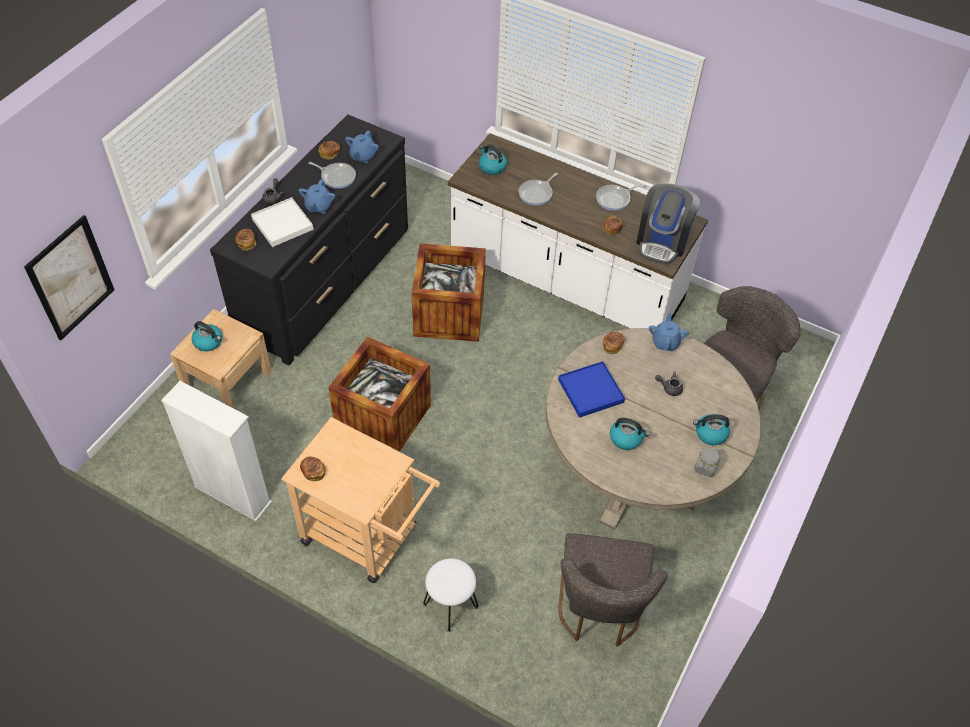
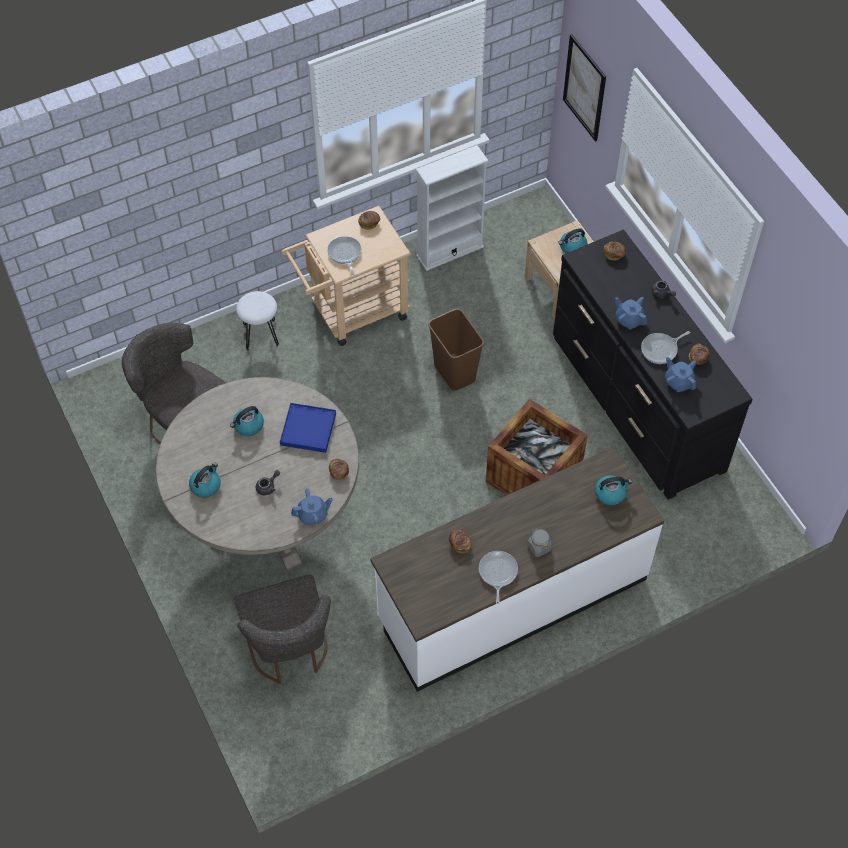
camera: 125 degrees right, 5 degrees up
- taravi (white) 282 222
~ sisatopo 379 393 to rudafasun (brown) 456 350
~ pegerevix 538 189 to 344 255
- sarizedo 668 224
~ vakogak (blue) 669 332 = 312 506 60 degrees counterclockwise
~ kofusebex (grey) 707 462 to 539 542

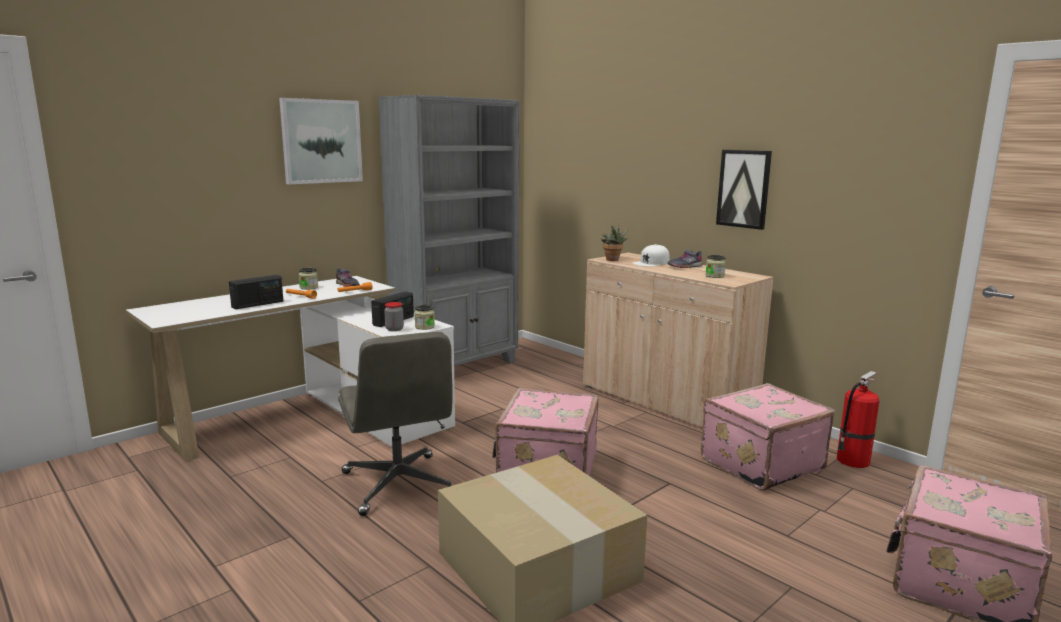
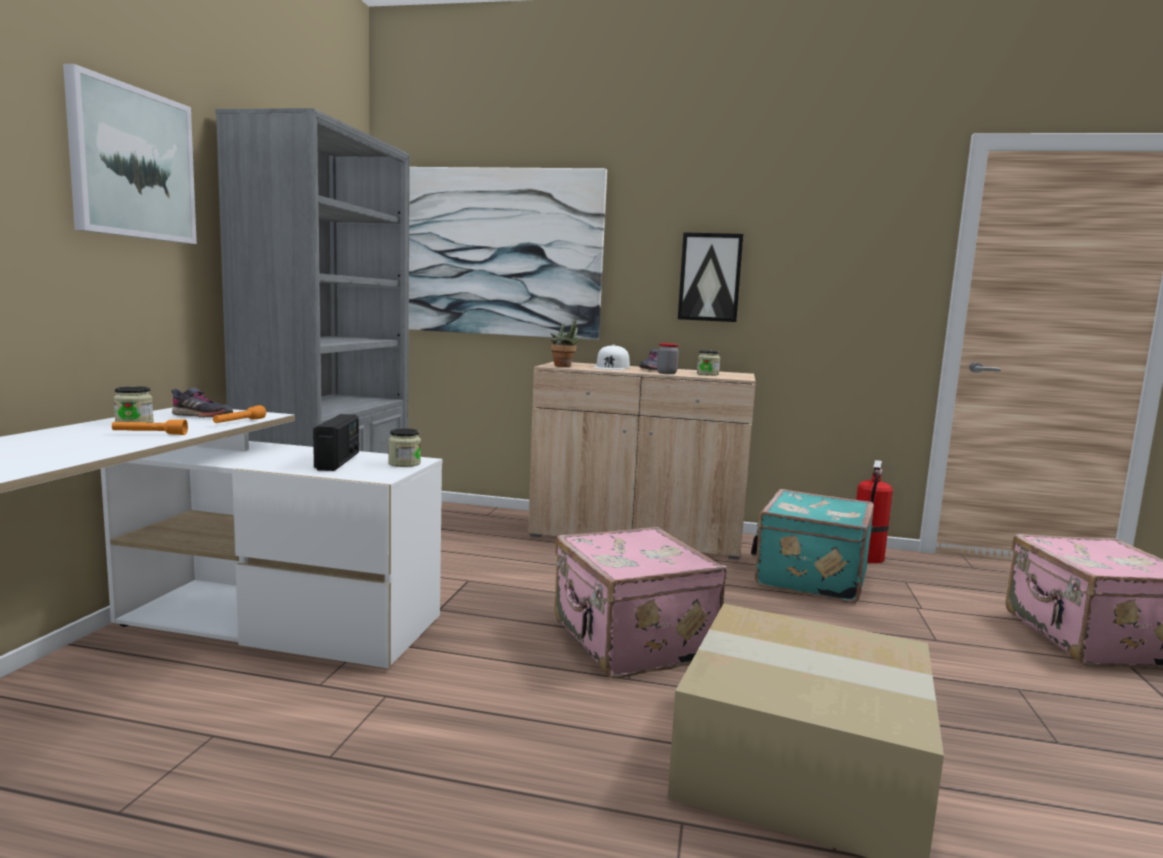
camera: 35 degrees left, 5 degrees down
- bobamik 256 292
- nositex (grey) 395 424
~ kofusebex 394 316 to 668 358
~ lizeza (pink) 768 437 to lizeza (turquoise) 812 546
+ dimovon 508 253

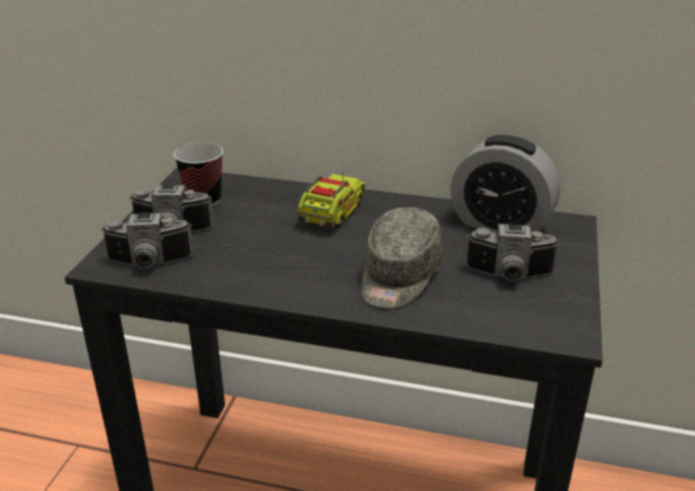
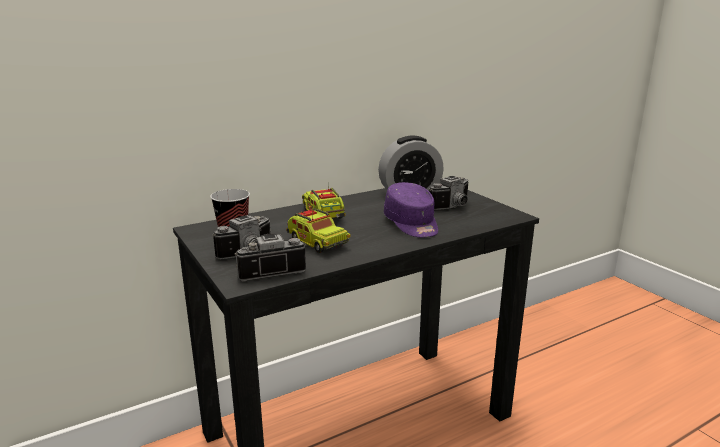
camera: 45 degrees left, 10 degrees down
~ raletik 147 240 = 270 258 150 degrees counterclockwise
~ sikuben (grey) 401 258 to sikuben (purple) 411 209
+ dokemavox 318 230

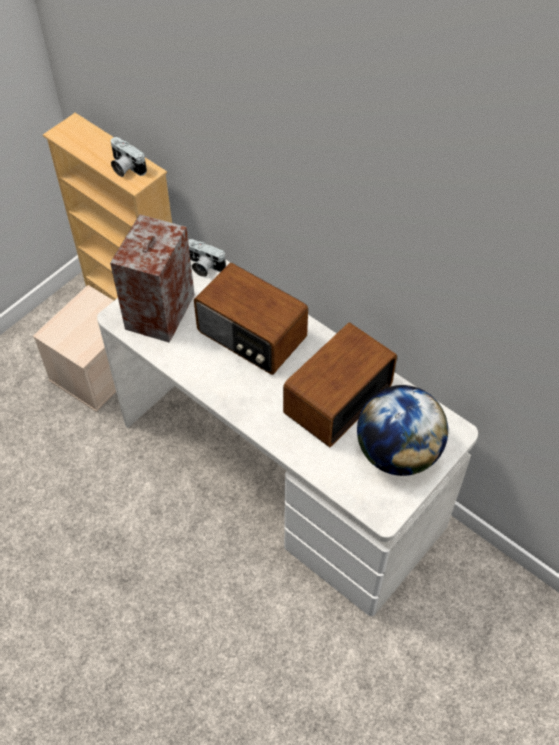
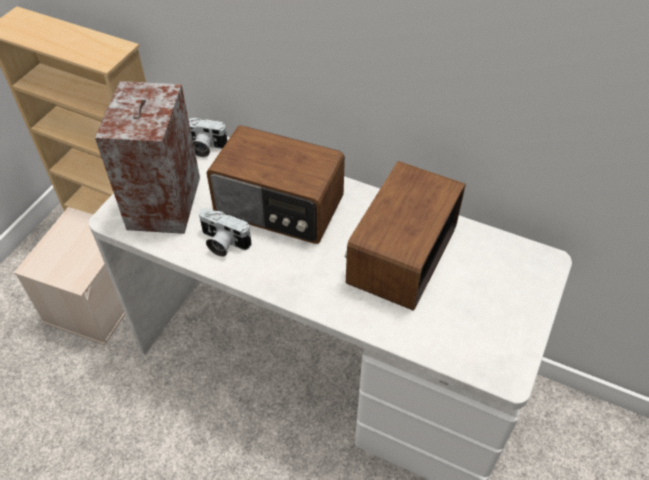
camera: 15 degrees left, 5 degrees down
~ raletik 129 157 to 225 232
- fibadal 402 430

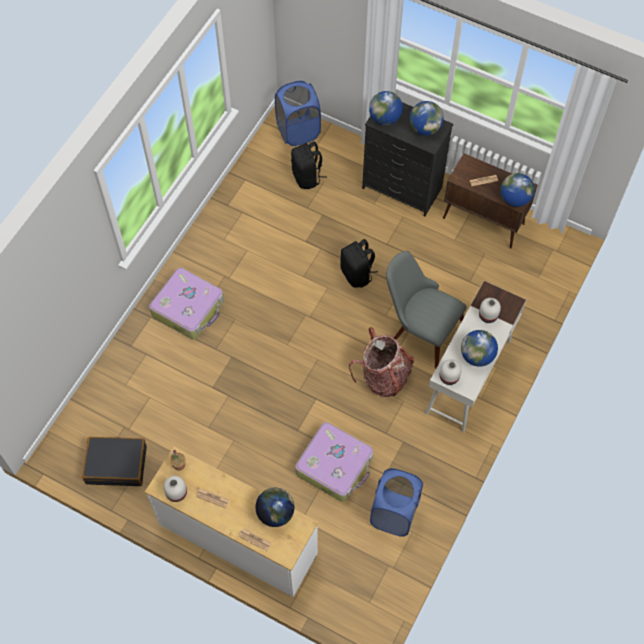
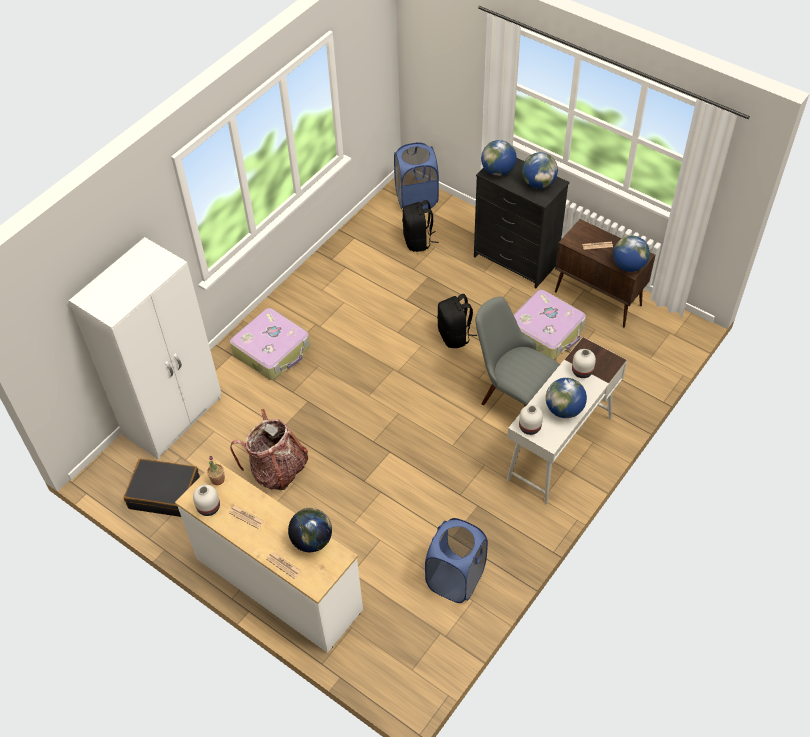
camera: 10 degrees right, 10 degrees down
~ lizeza 334 462 to 550 324
~ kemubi 381 362 to 269 449
+ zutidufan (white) 145 348

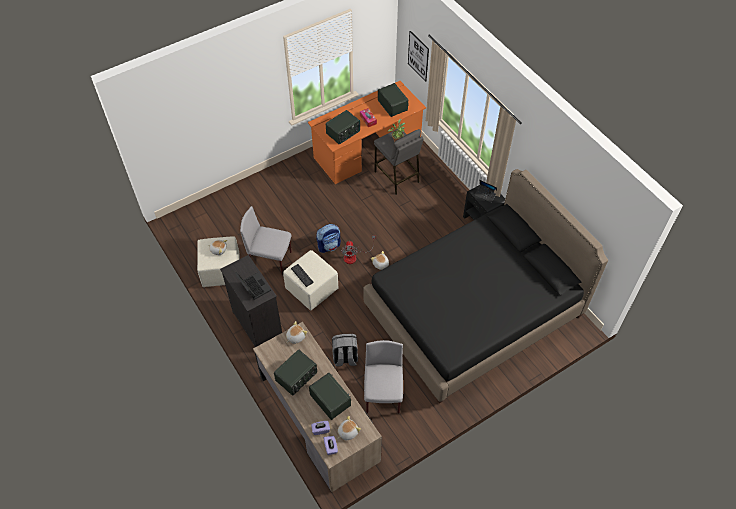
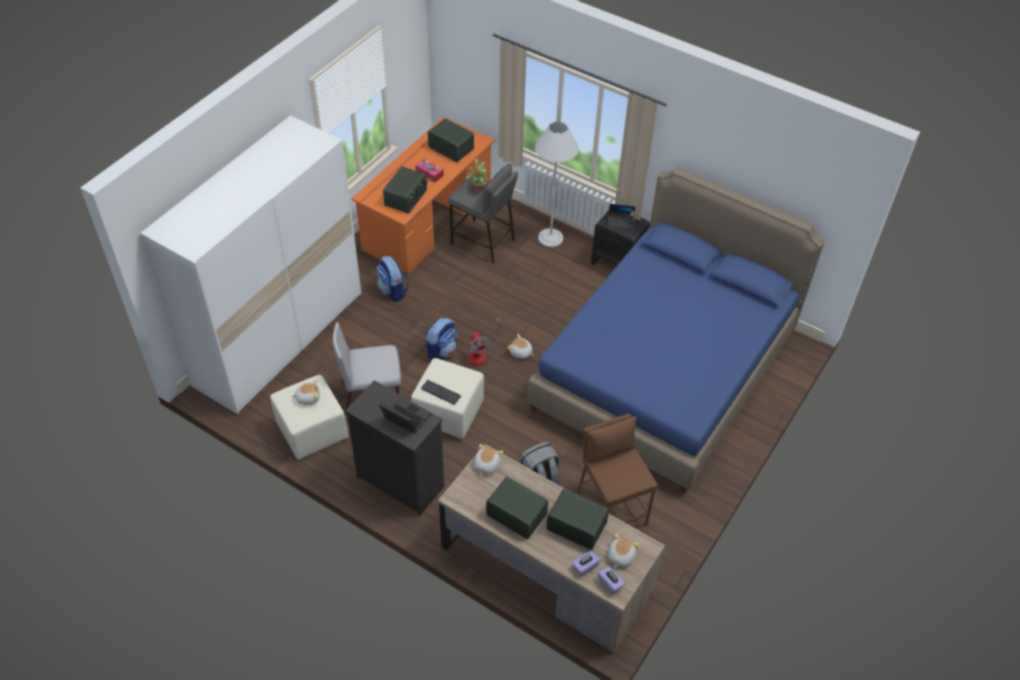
camera: 25 degrees left, 5 degrees down
~ bobamik 295 372 = 517 508 75 degrees counterclockwise
~ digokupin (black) 485 286 to digokupin (blue) 676 330
~ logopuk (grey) 383 377 to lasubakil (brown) 617 470
- dimovon 418 56
+ zutidufan (white) 251 264
+ kemubi 392 279
+ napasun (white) 557 184

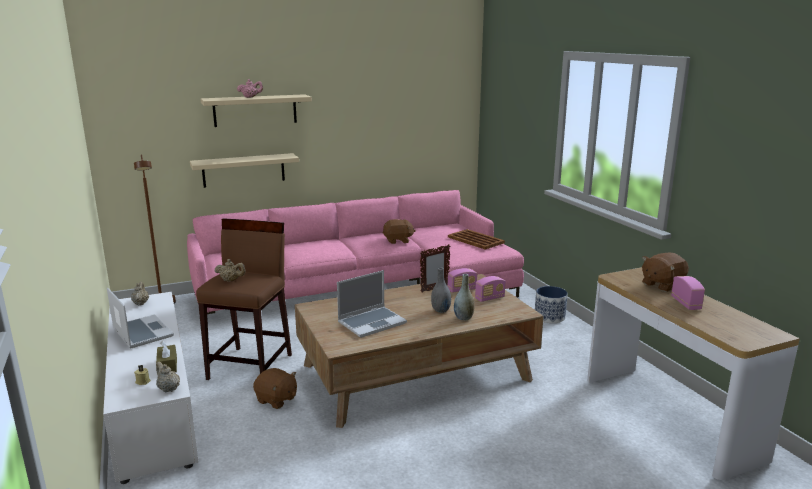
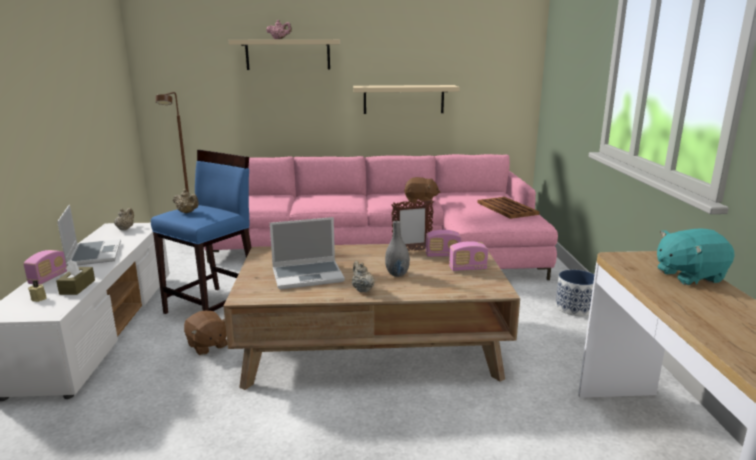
camera: 20 degrees right, 0 degrees up
~ vakogak (beige) 168 377 to 363 276
~ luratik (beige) 244 170 to 406 99
~ lasubakil (brown) 244 299 to lasubakil (blue) 201 232
- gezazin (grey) 464 297
~ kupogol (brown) 665 272 to kupogol (turquoise) 696 256
~ bobamik 688 293 to 45 267

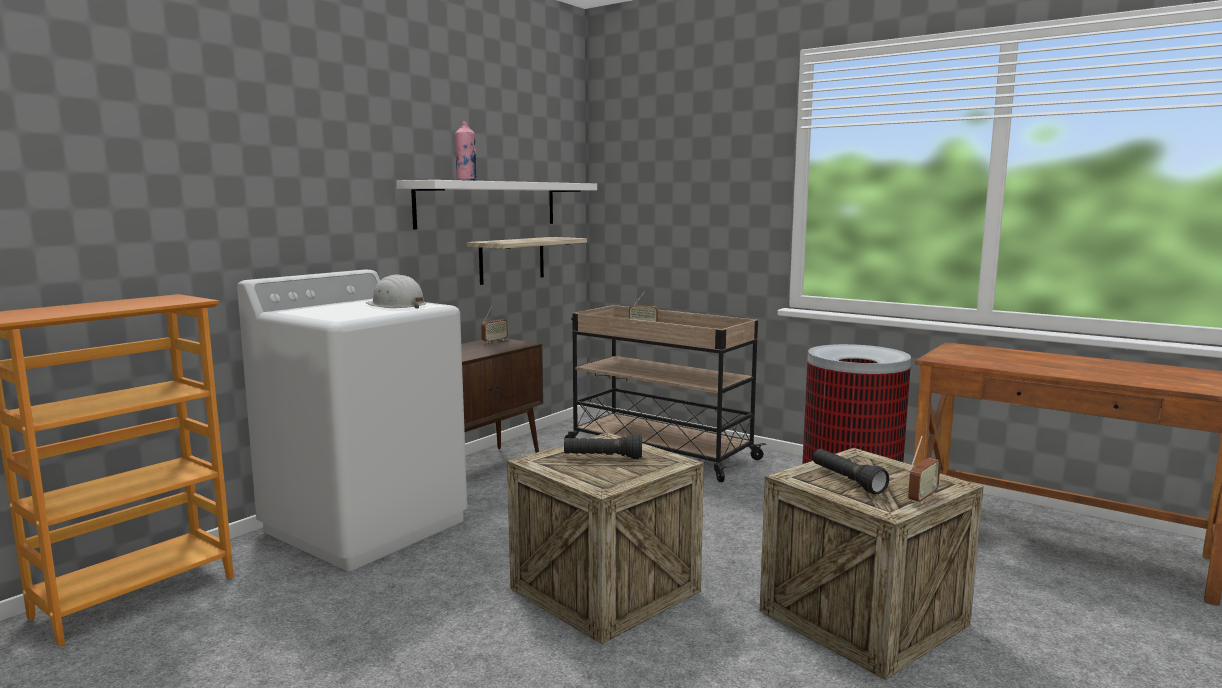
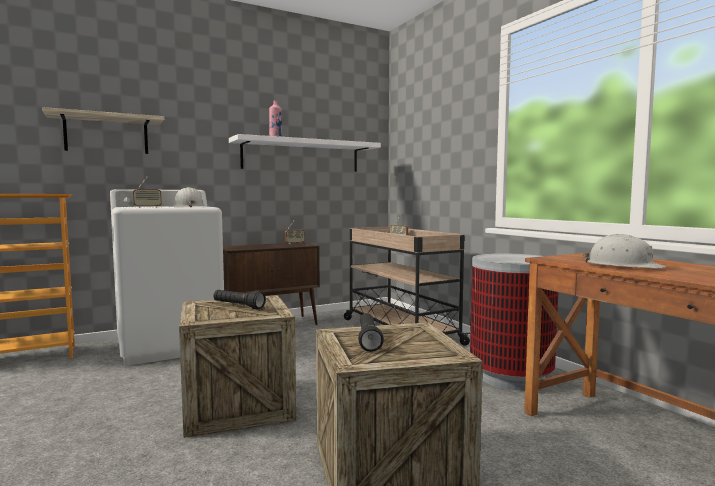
camera: 25 degrees right, 5 degrees down
~ luratik 527 261 to 103 130
~ bobamik 924 470 to 147 192
+ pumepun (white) 624 251

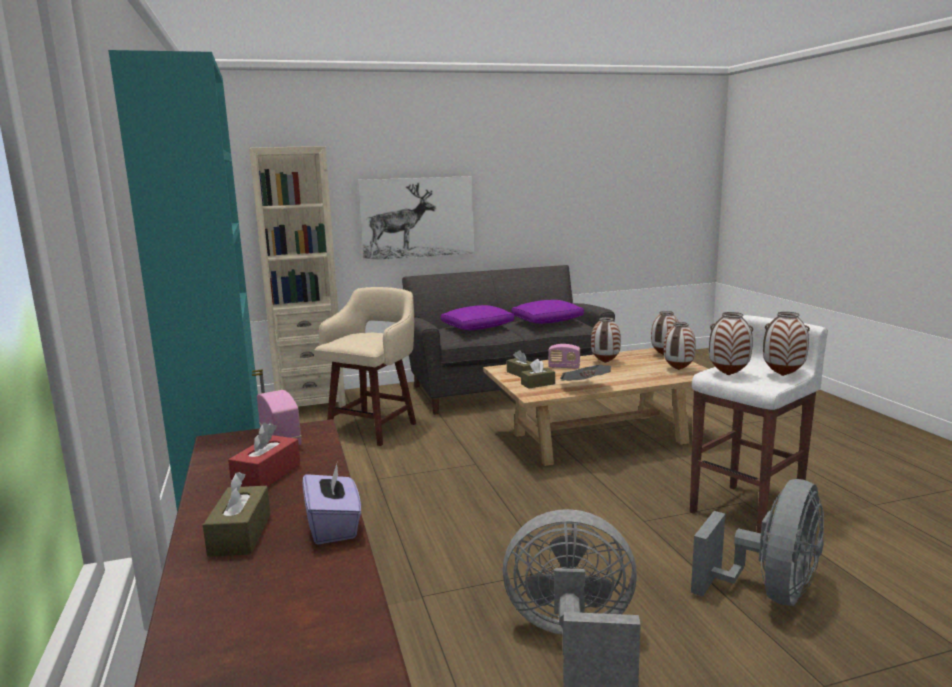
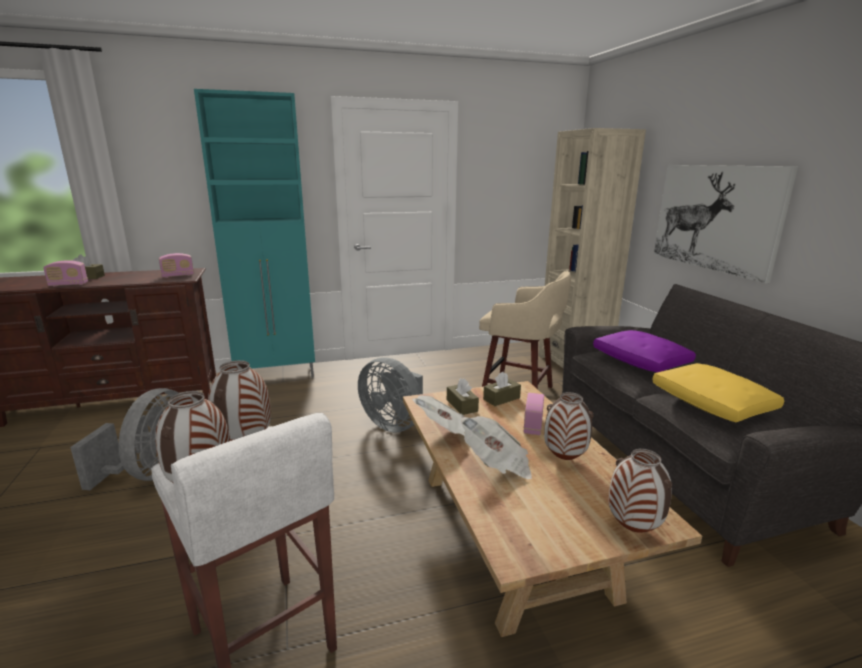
camera: 90 degrees right, 5 degrees up
- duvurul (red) 264 455
~ duvurul (purple) 331 504 to bobamik 65 273
~ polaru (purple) 548 312 to polaru (yellow) 718 392
- gezazin 680 346
~ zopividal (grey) 757 542 to 390 395
+ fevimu 496 447

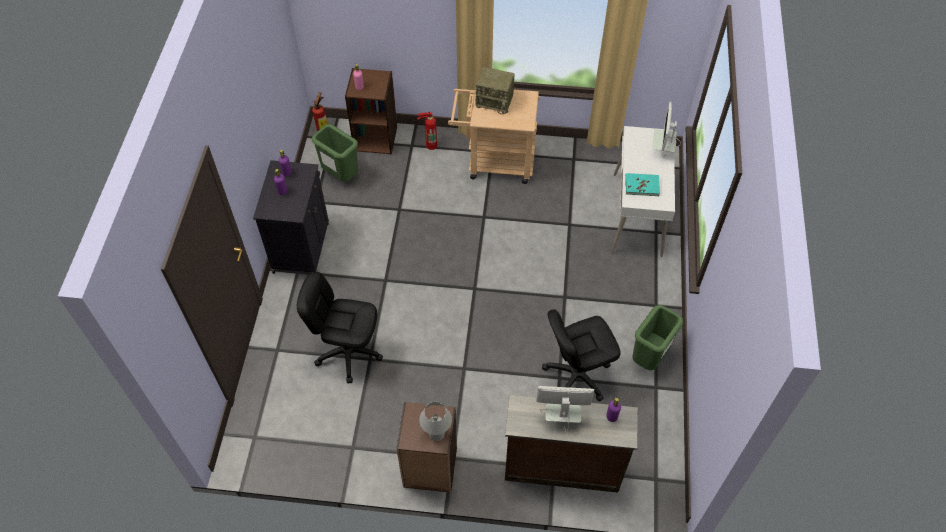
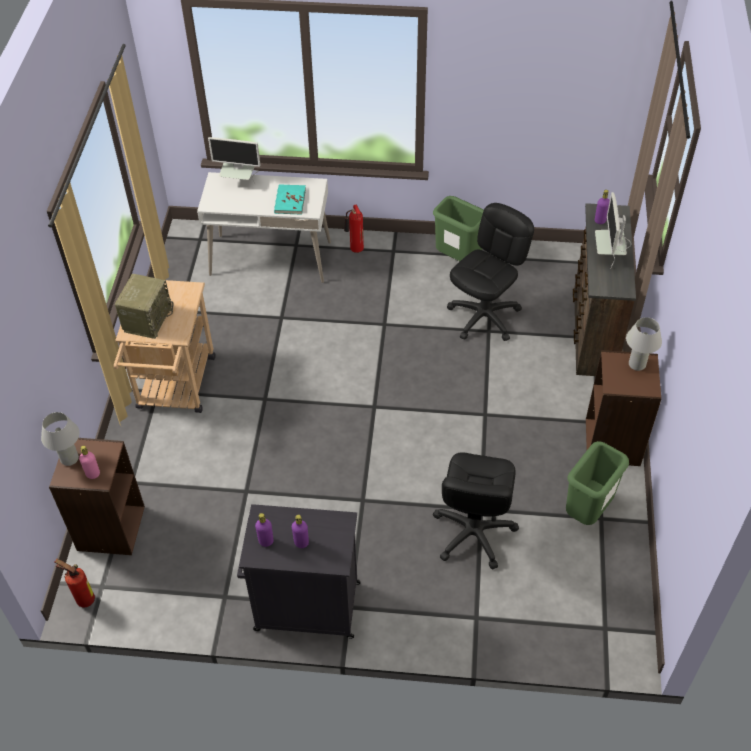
camera: 90 degrees left, 5 degrees down
~ rudafasun (green) 335 153 to 597 483
~ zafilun 427 131 to 354 229
~ nositex (black) 581 355 = 490 272 120 degrees counterclockwise
+ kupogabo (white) 60 439

